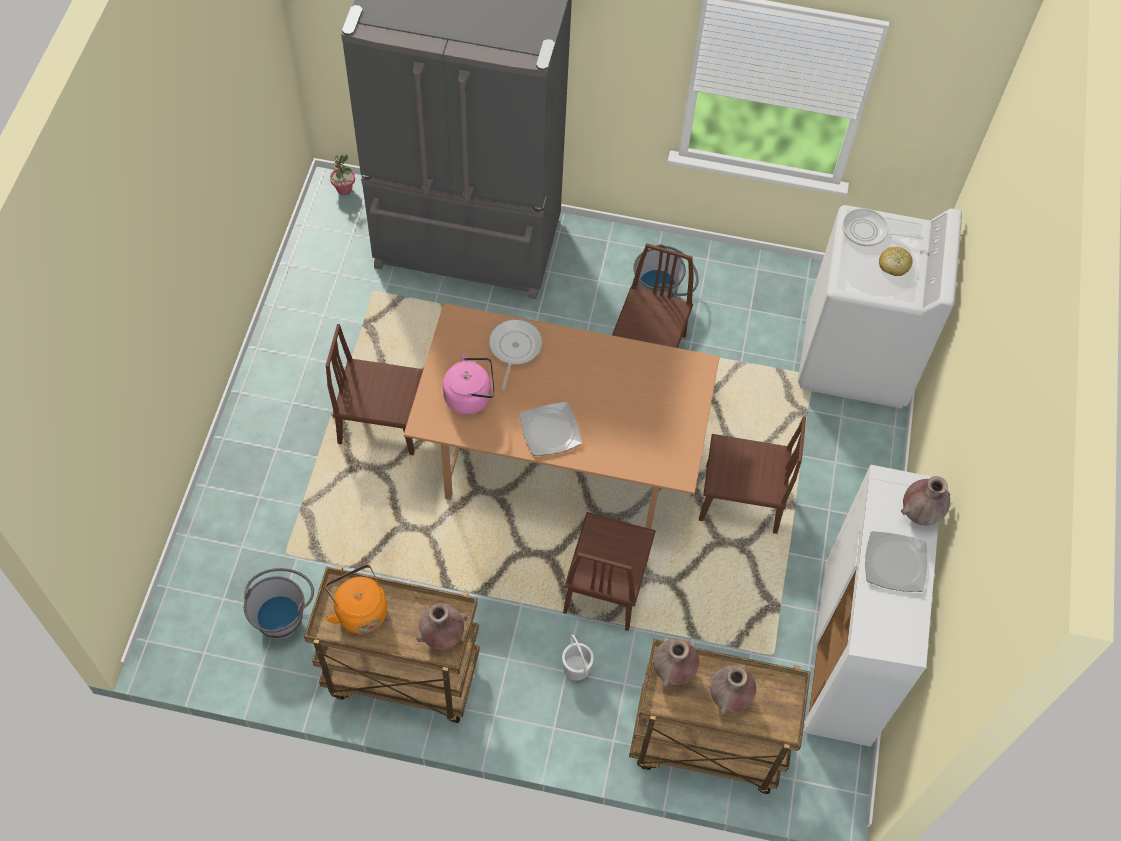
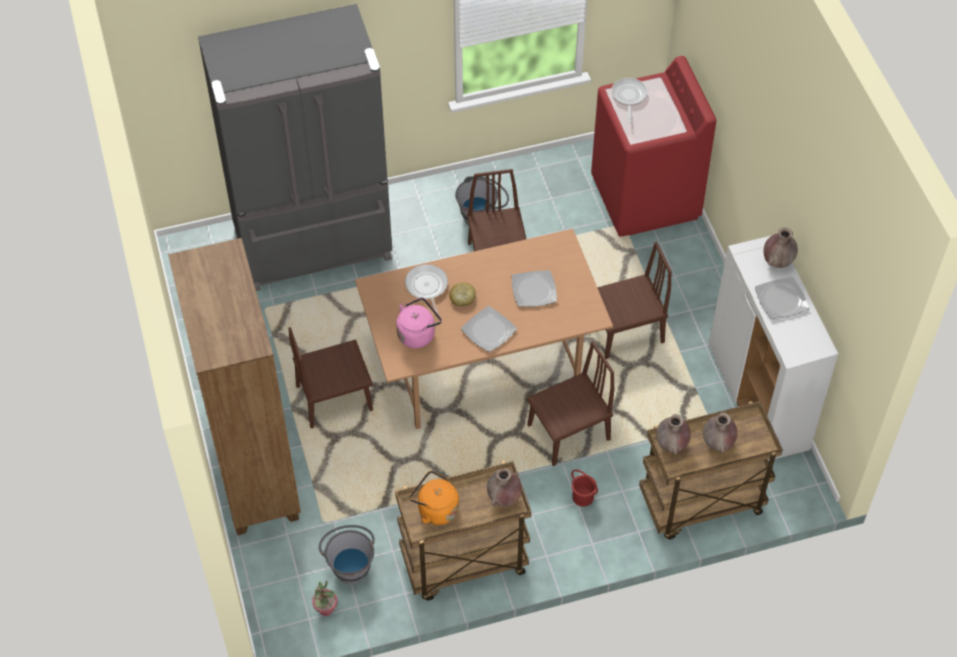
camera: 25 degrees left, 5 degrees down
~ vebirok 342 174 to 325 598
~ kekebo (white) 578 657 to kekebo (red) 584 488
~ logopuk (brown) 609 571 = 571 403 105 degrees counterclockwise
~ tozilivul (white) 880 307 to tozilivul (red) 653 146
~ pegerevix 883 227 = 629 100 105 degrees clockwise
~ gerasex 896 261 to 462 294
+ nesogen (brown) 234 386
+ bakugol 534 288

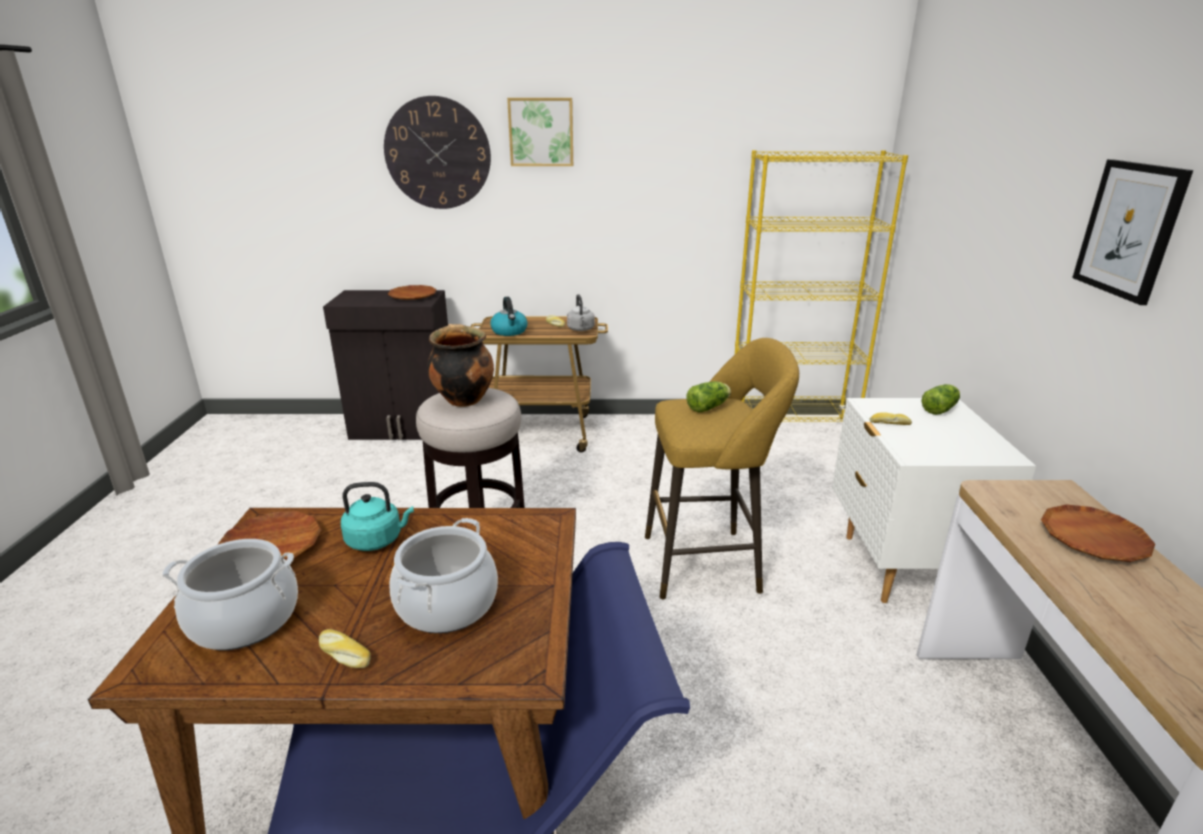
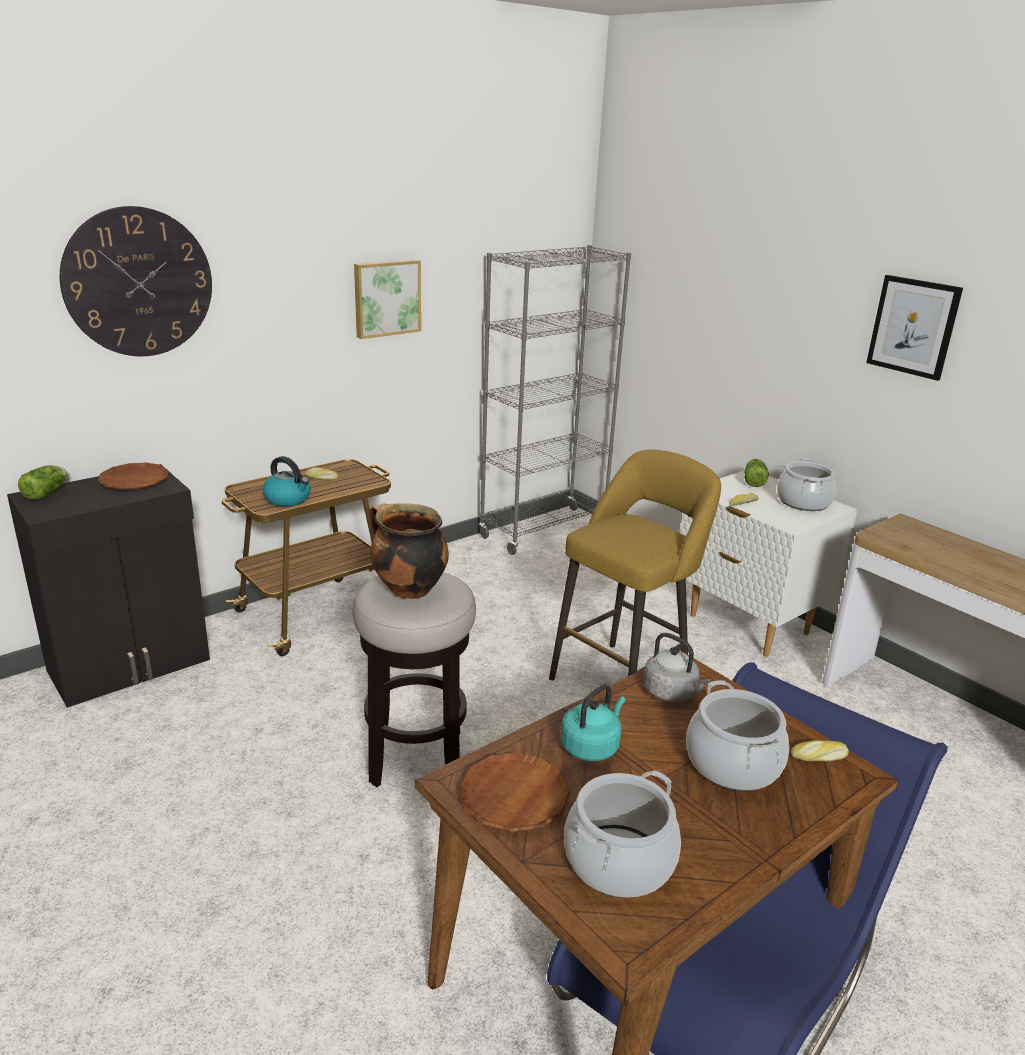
camera: 40 degrees left, 0 degrees up
~ gerasex 345 648 to 819 750
~ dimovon 540 132 to 387 299
~ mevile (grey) 581 312 to 676 667
~ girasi 708 396 to 42 482
~ nesogen (yellow) 821 286 to nesogen (grey) 555 400
- bakugol (brown) 1098 533
+ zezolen 806 484

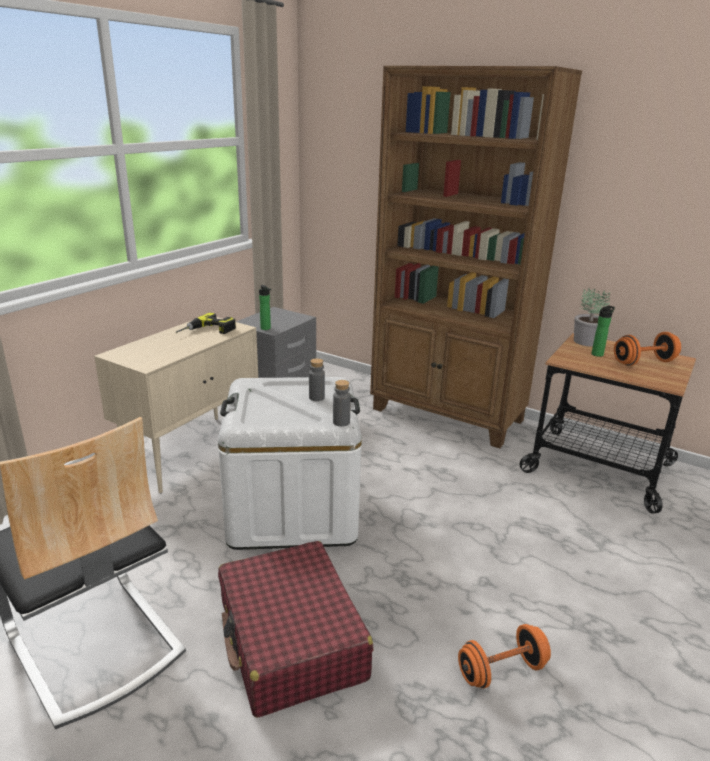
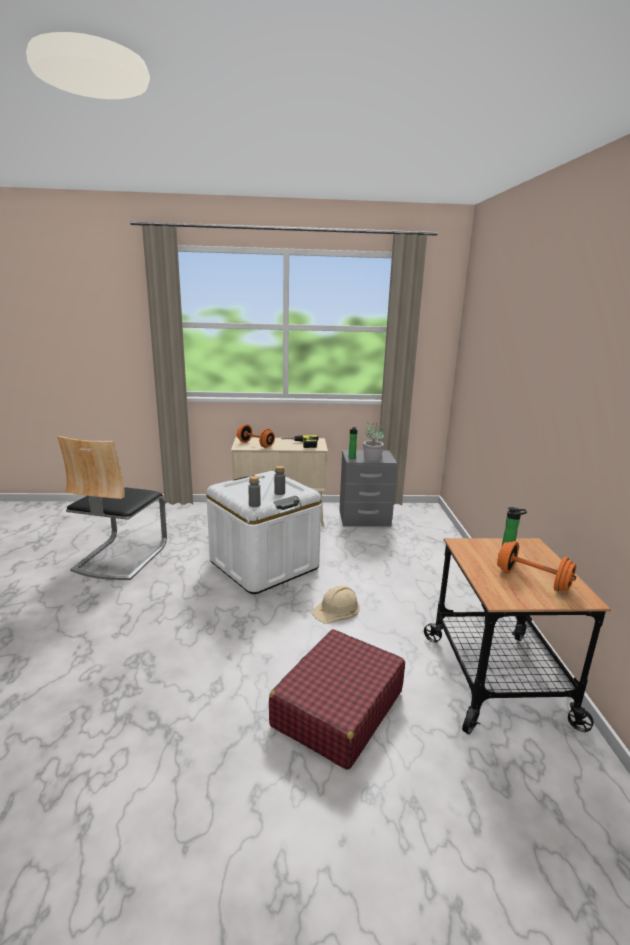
camera: 55 degrees right, 5 degrees down
~ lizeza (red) 295 629 to 337 699
- nesogen (brown) 476 257
~ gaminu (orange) 504 656 to 256 436
~ vebirok 592 317 to 373 442
+ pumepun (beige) 335 605

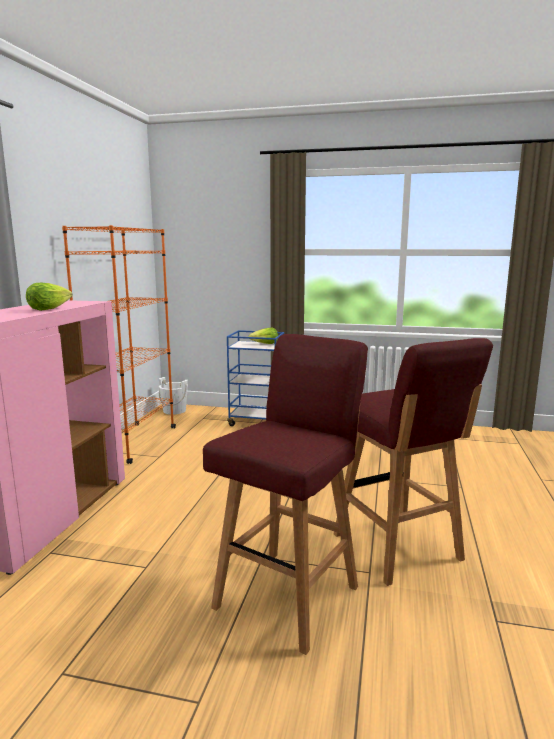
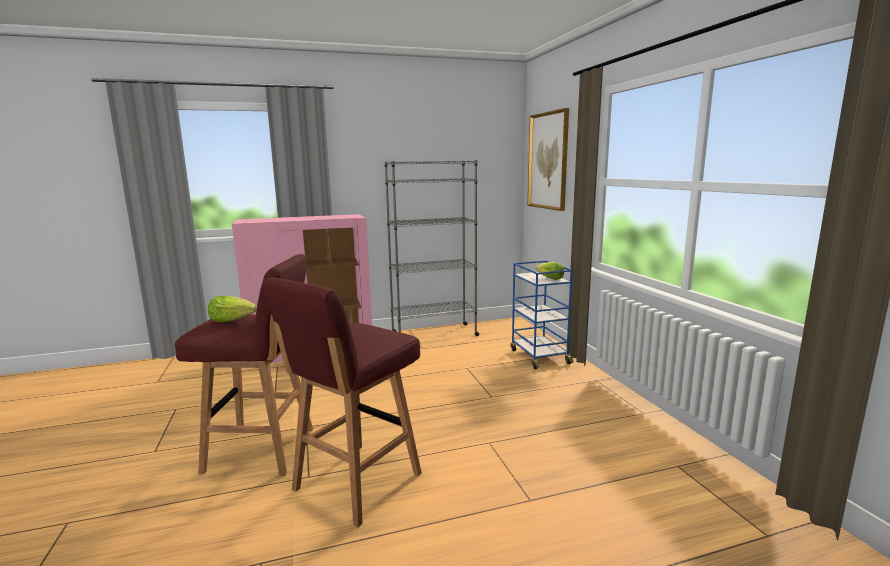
camera: 60 degrees right, 0 degrees up
~ girasi 49 297 to 232 308
~ nesogen (orange) 119 344 to nesogen (grey) 432 248
- kekebo (white) 173 396
+ dimovon 548 159

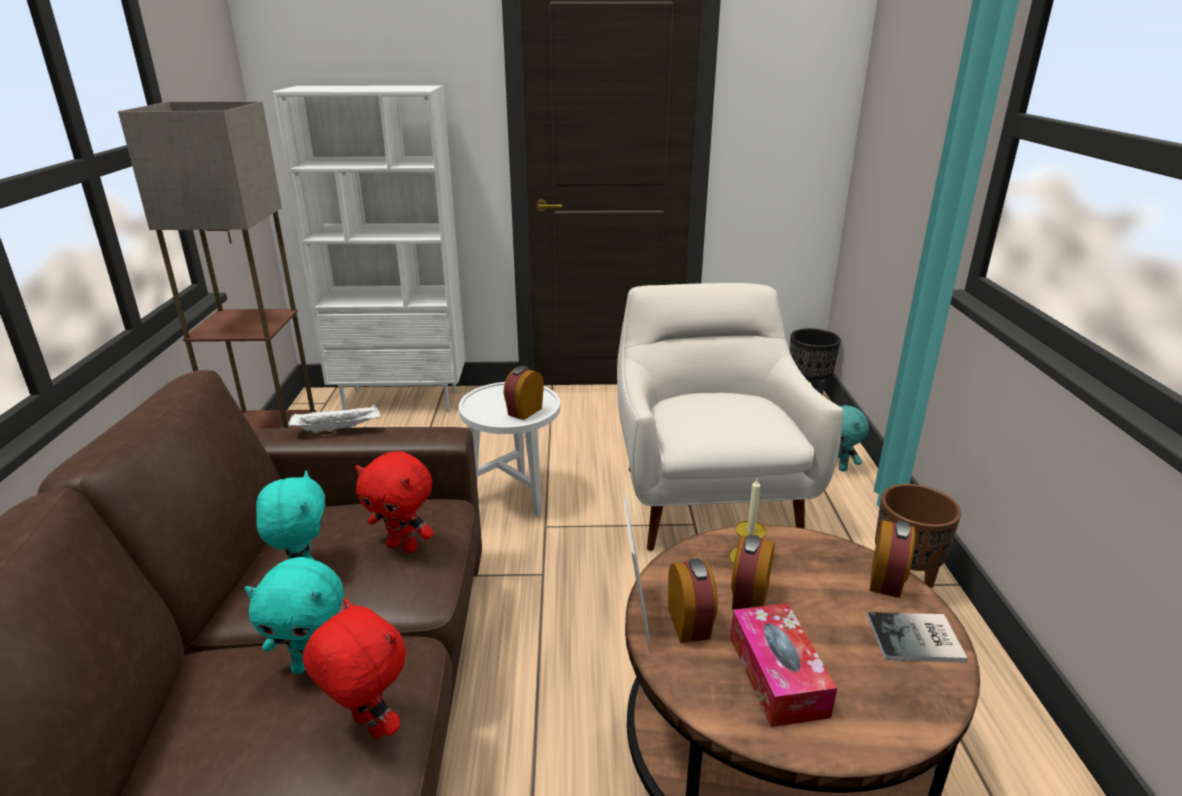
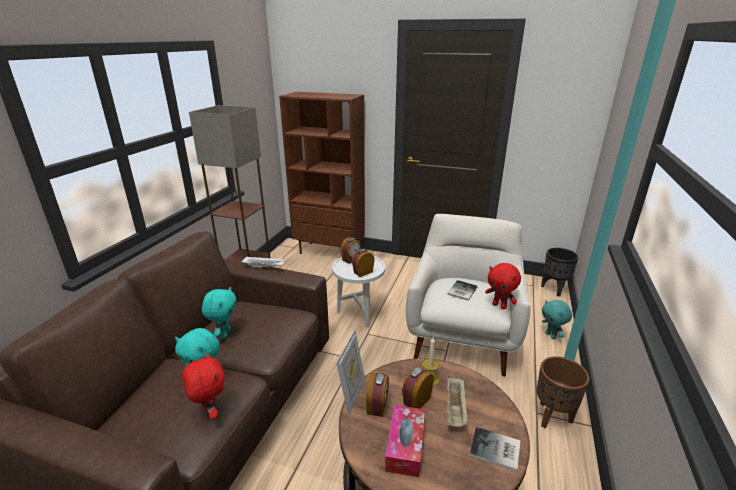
camera: 20 degrees right, 0 degrees up
~ nesogen (white) 369 248 to nesogen (brown) 322 173
~ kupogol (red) 394 502 to 503 286
~ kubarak 893 559 to 350 250
+ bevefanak 462 290
+ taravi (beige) 457 401

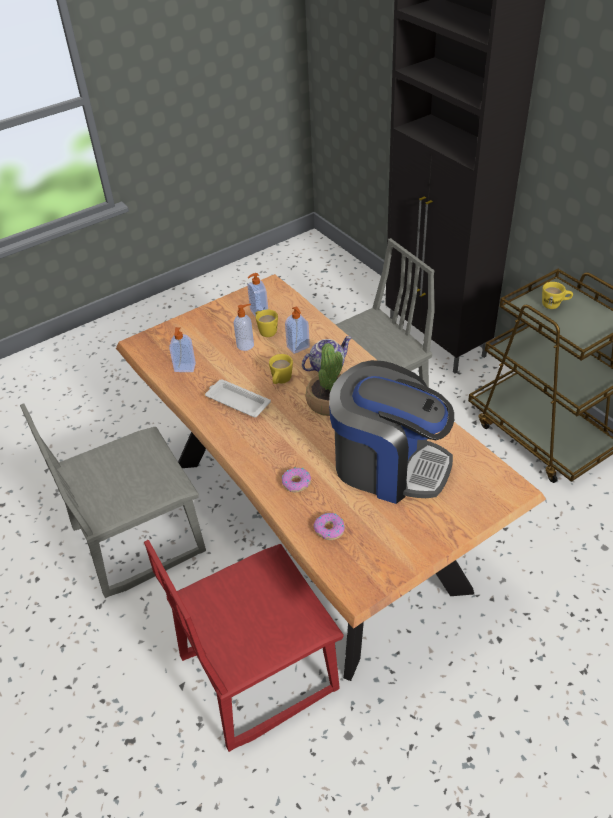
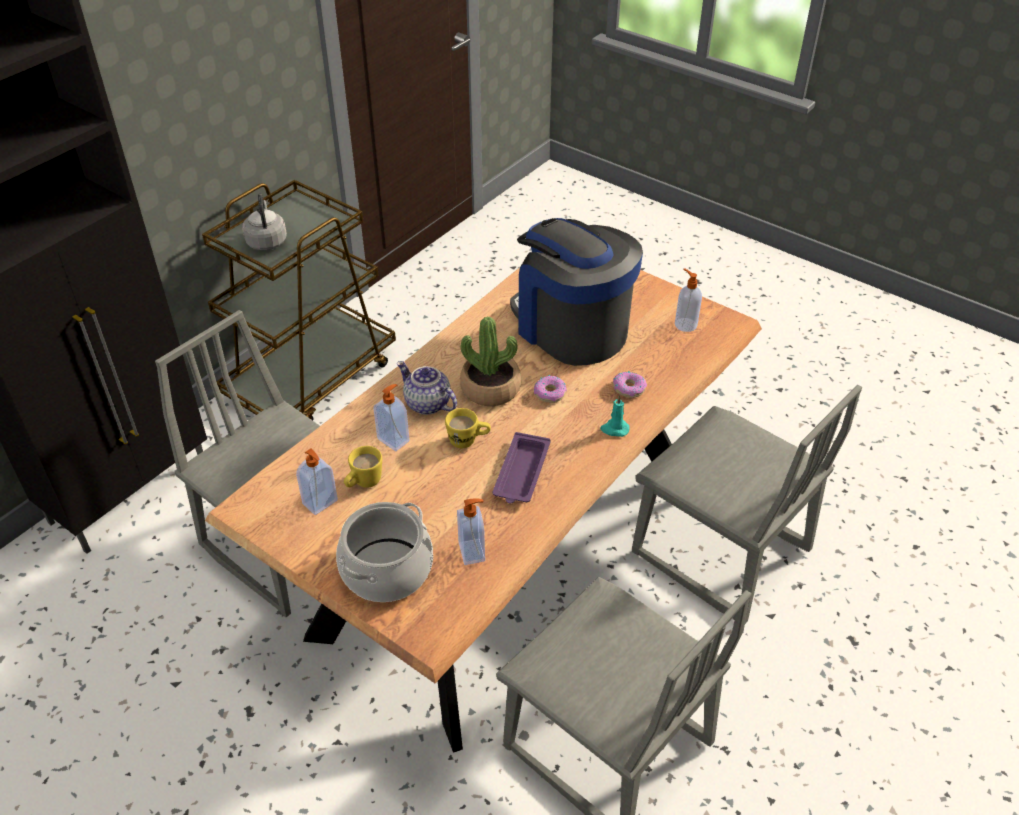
camera: 110 degrees left, 0 degrees up
~ logopuk (red) 244 646 to logopuk (grey) 747 504
~ taravi (white) 238 398 to taravi (purple) 522 468
~ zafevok 244 327 to 688 300
~ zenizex 329 526 to 550 389
~ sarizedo 391 432 = 576 292 45 degrees counterclockwise
~ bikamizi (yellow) 557 295 to mevile (grey) 264 222
+ zezolen 384 552
+ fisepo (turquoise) 615 416

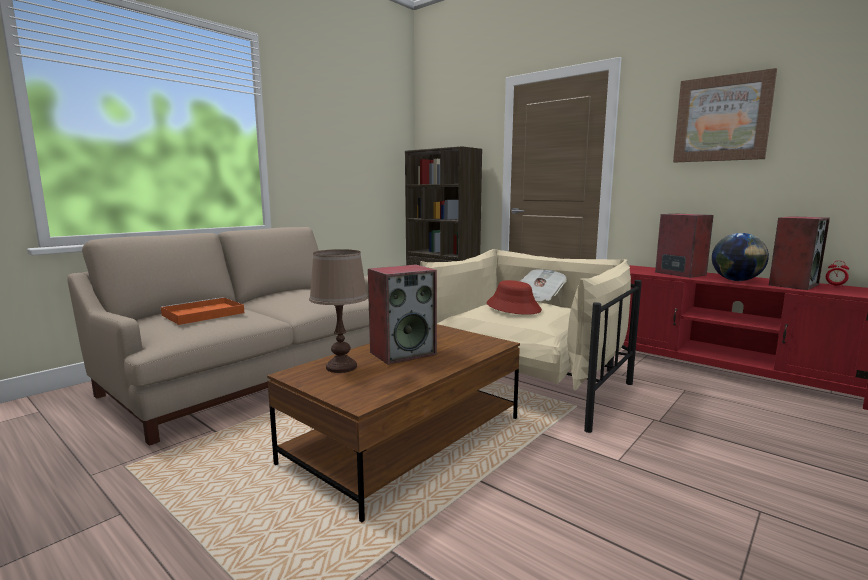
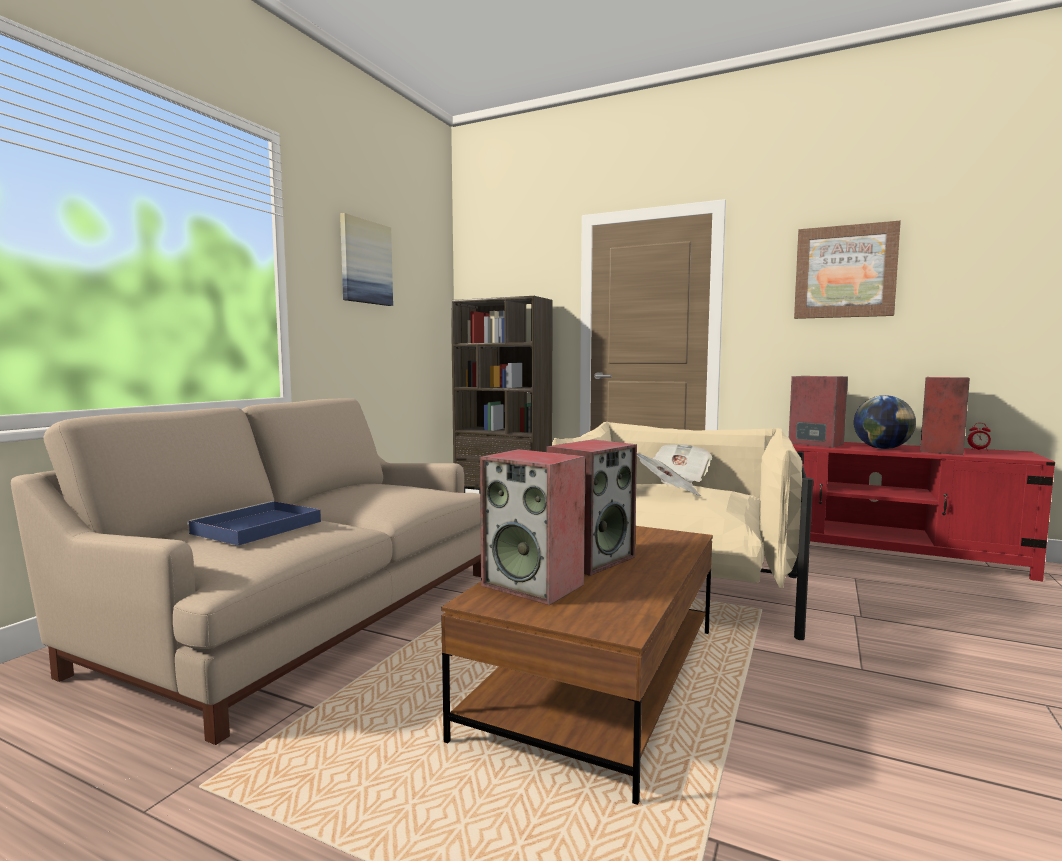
camera: 15 degrees left, 5 degrees down
~ taravi (orange) 202 311 to taravi (blue) 254 523
~ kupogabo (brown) 338 311 to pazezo 532 527
~ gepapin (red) 514 297 to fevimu 669 474
+ dimovon 366 259

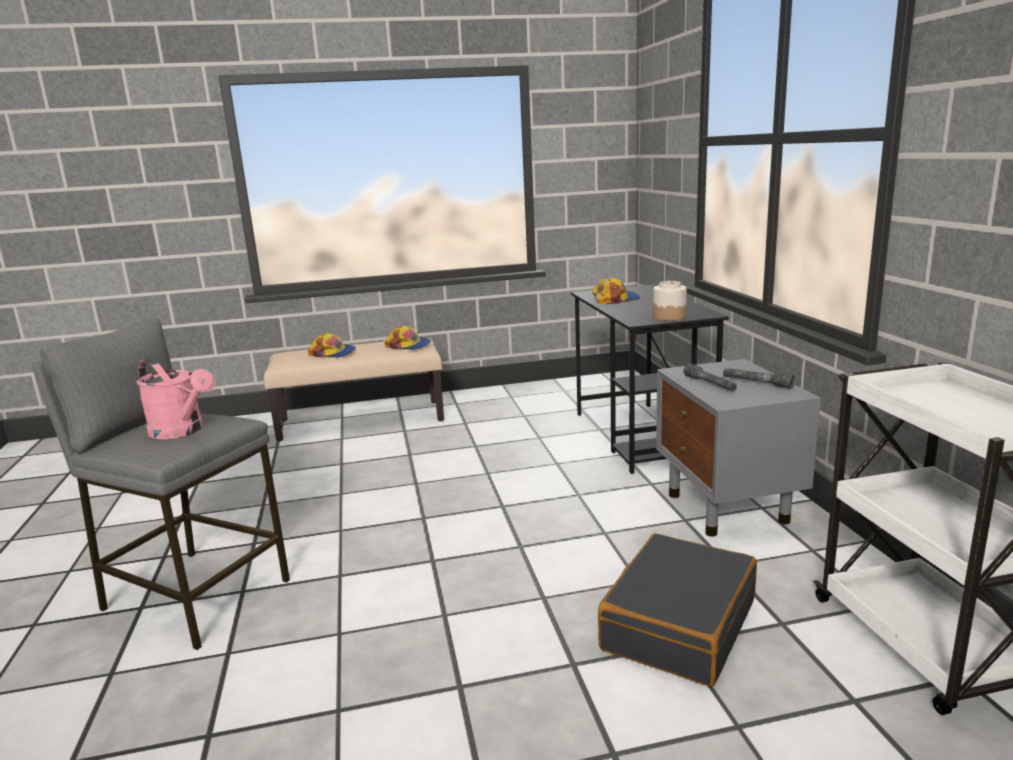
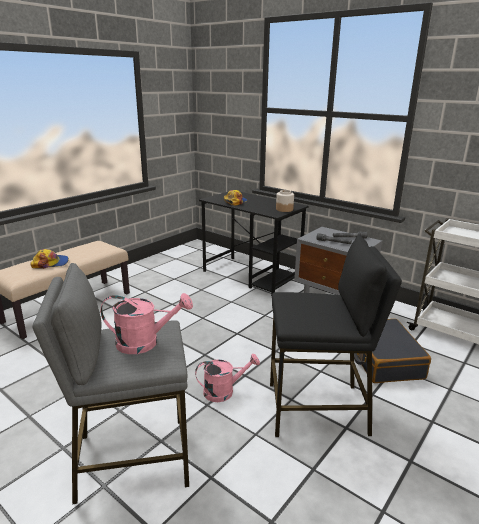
camera: 40 degrees left, 5 degrees up
- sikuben 408 338
+ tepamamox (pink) 227 378
+ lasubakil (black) 336 335

